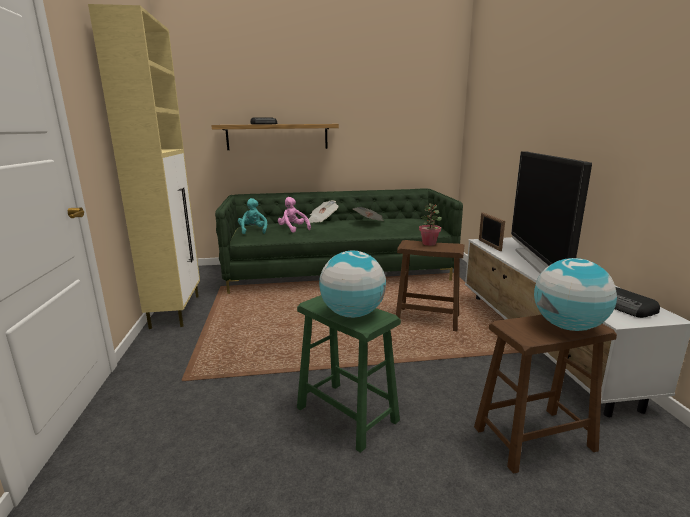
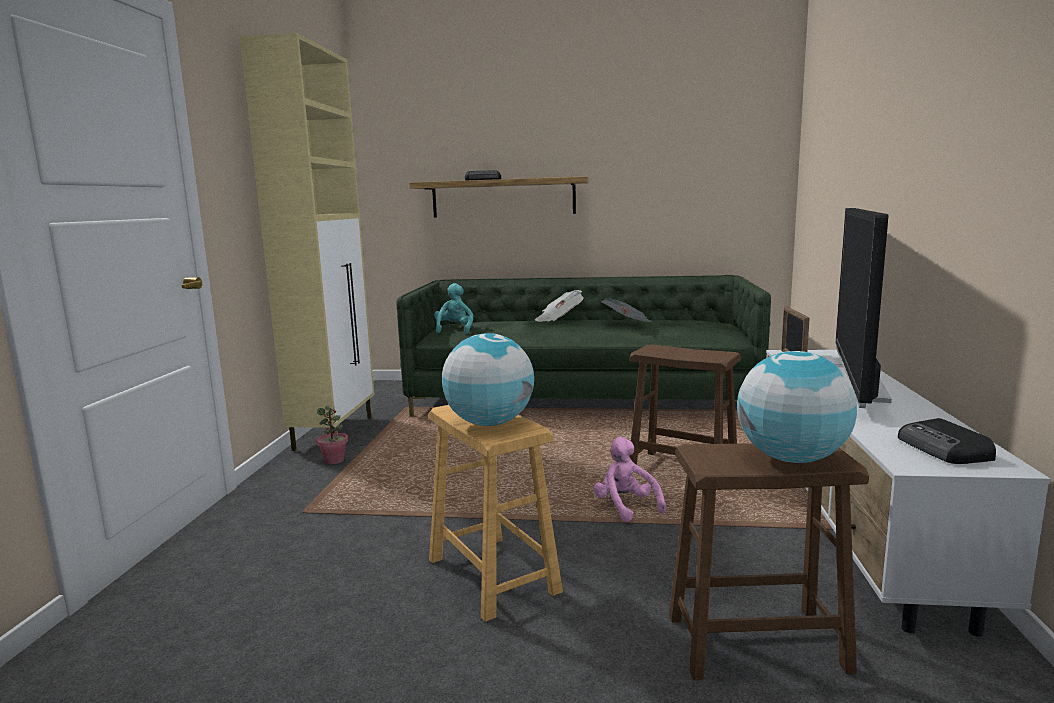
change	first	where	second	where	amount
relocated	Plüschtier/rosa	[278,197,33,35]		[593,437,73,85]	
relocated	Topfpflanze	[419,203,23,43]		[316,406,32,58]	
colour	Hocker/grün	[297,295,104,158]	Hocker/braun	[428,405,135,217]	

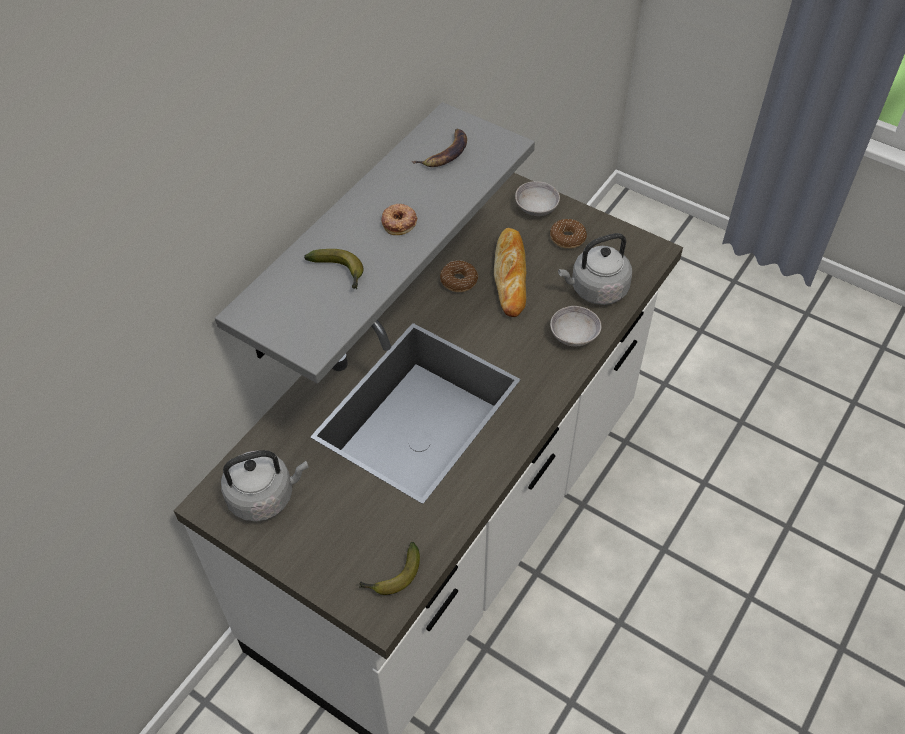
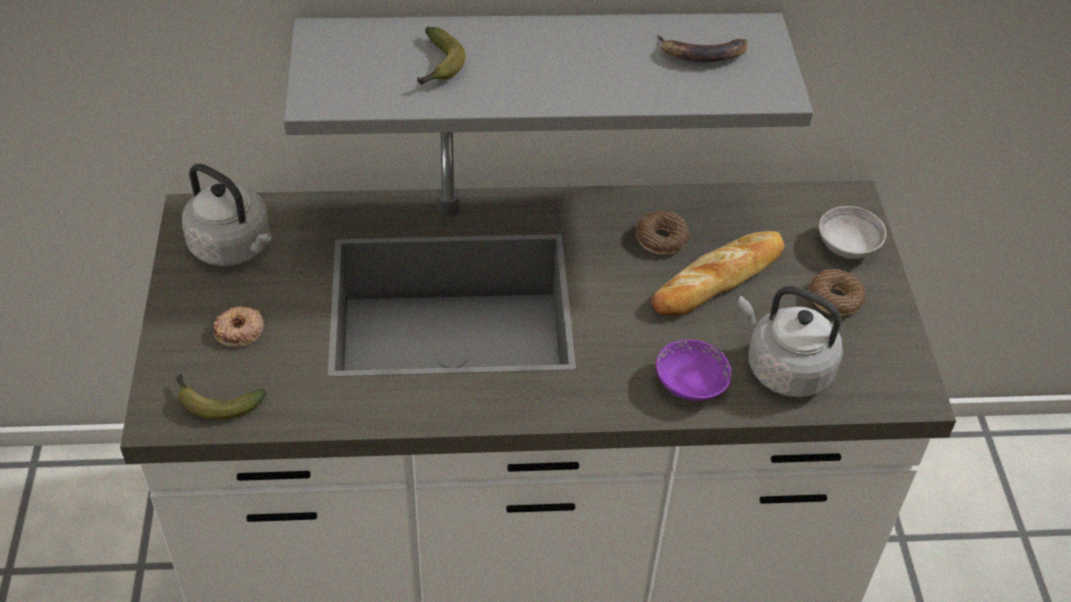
change	first	where	second	where	amount
relocated	Donut	[381,204,36,31]		[213,306,51,41]	
colour	Schüssel/grau	[550,306,52,40]	Schüssel/lila	[656,340,76,61]	

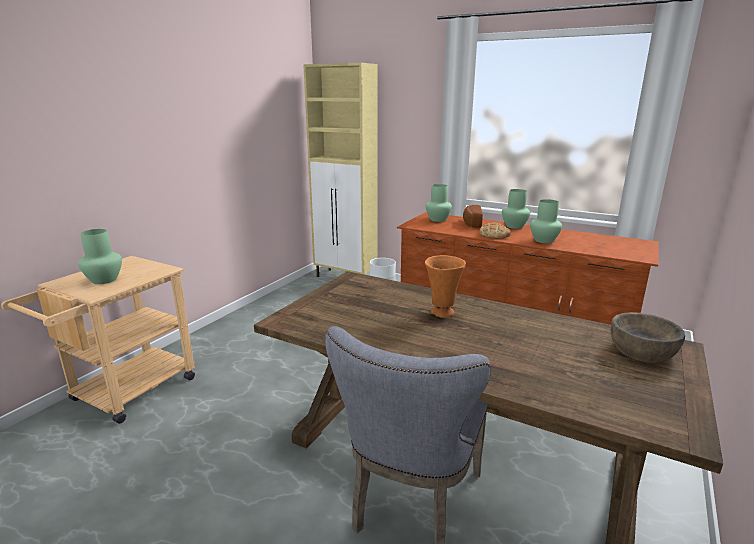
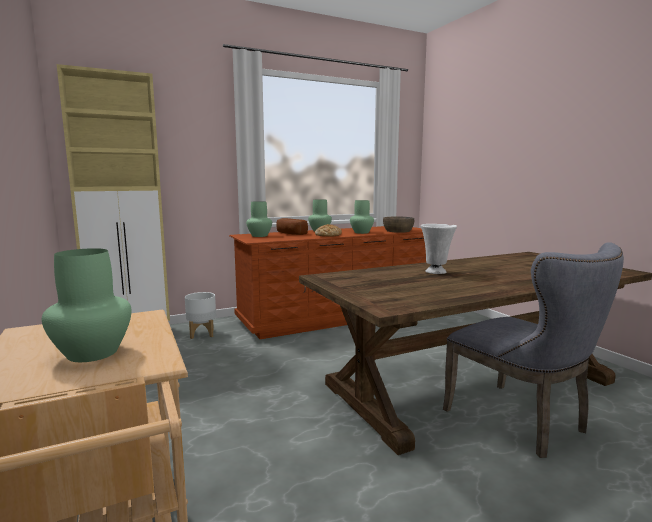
change	first	where	second	where	amount
colour	Vase/orange	[425,255,41,63]	Vase/weiß	[421,224,36,50]	
relocated	Schüssel/braun	[611,312,74,51]		[383,217,31,16]	

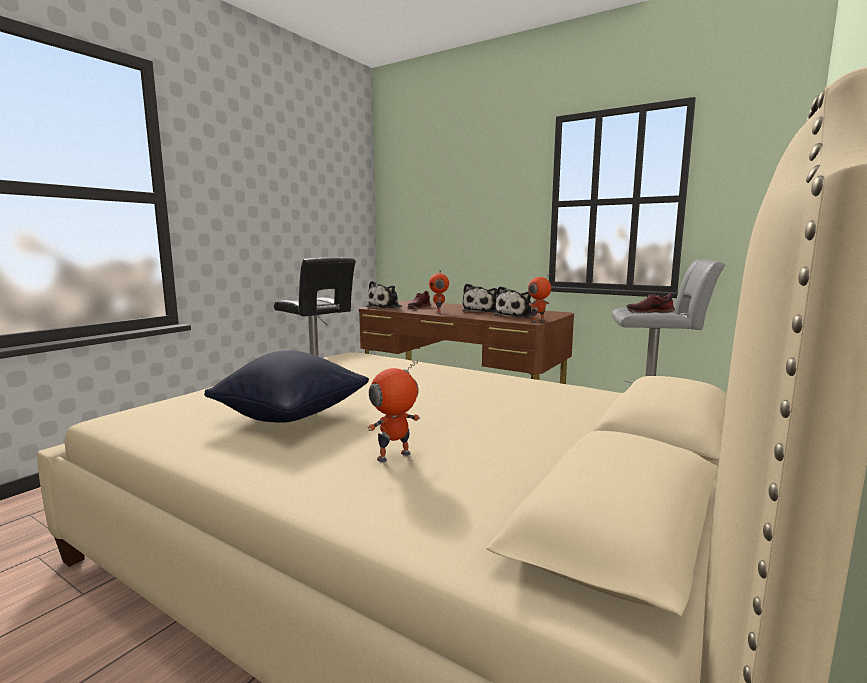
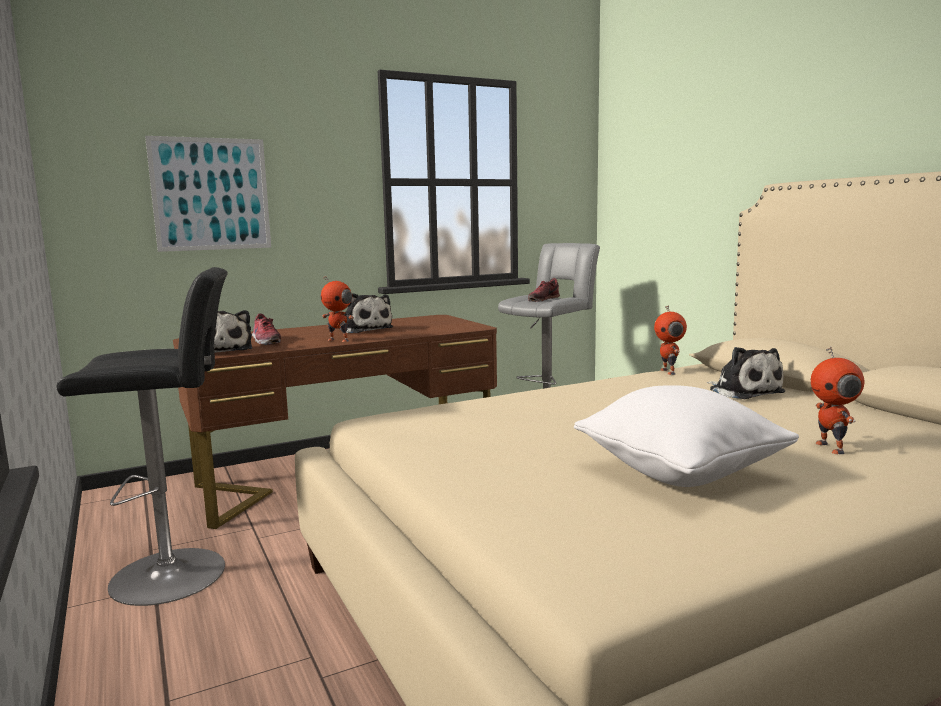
change	first	where	second	where	amount
relocated	Spielzeugroboter	[528,274,23,49]		[654,305,33,70]	
relocated	Plüschtier	[494,286,39,32]		[707,347,78,52]	
colour	Kissen/schwarz	[204,350,165,73]	Kissen/weiß	[574,385,225,102]	
appeared			Bild	[145,136,126,116]	

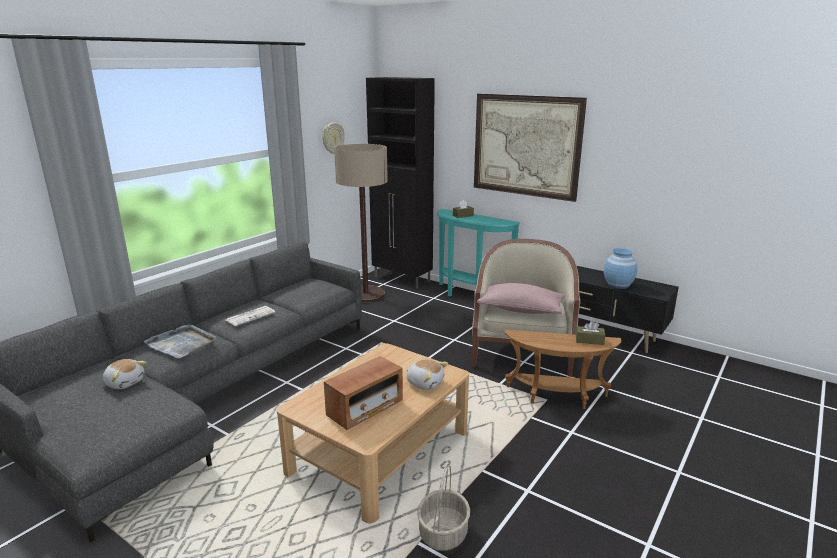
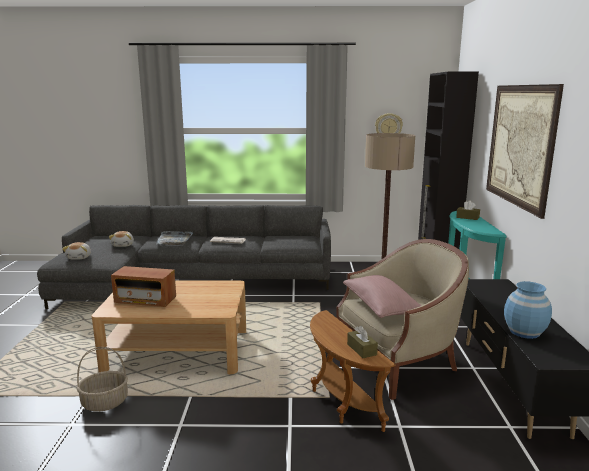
change	first	where	second	where	amount
relocated	Plüschtier	[406,359,42,31]		[62,242,29,17]	

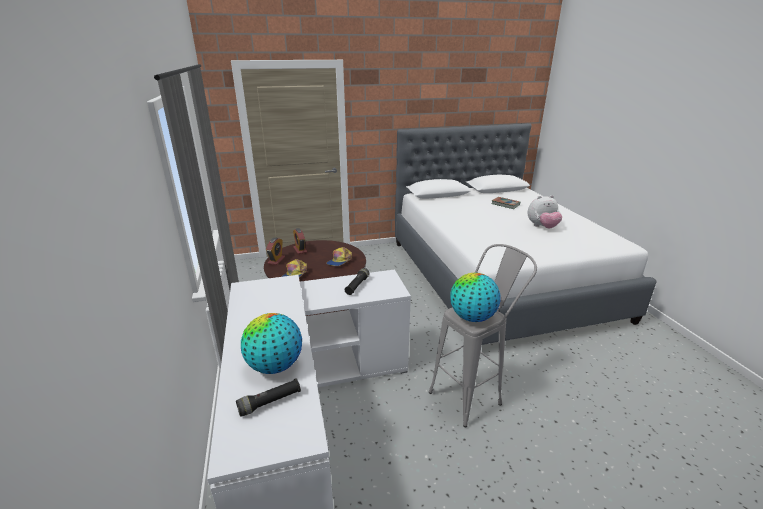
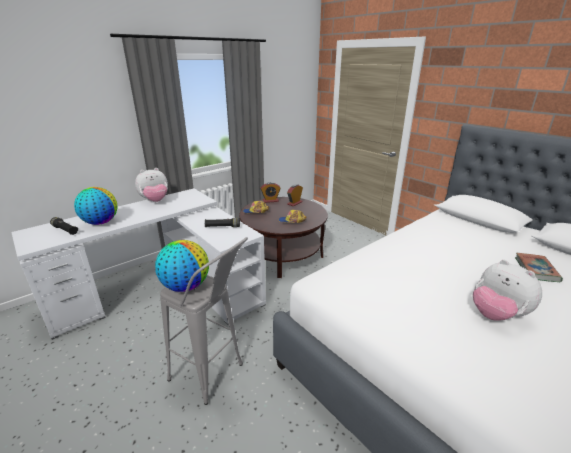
change	first	where	second	where	amount
appeared			Plüschtier	[135,168,33,34]	

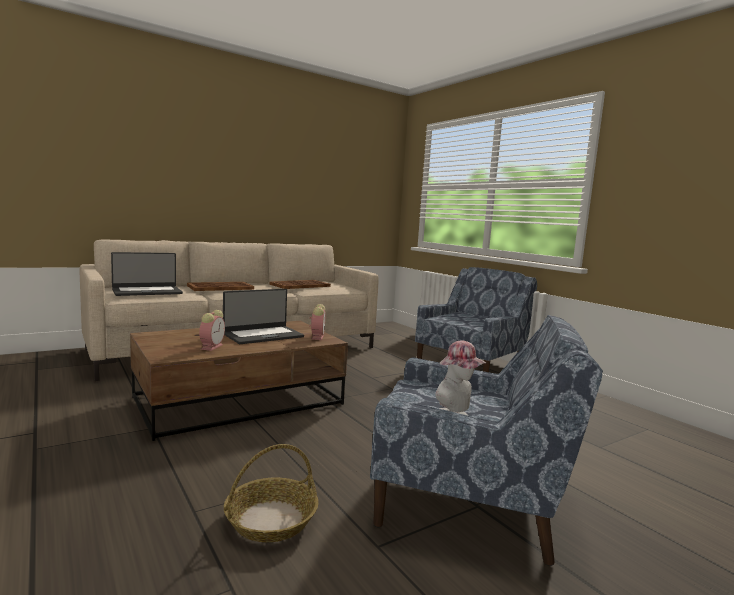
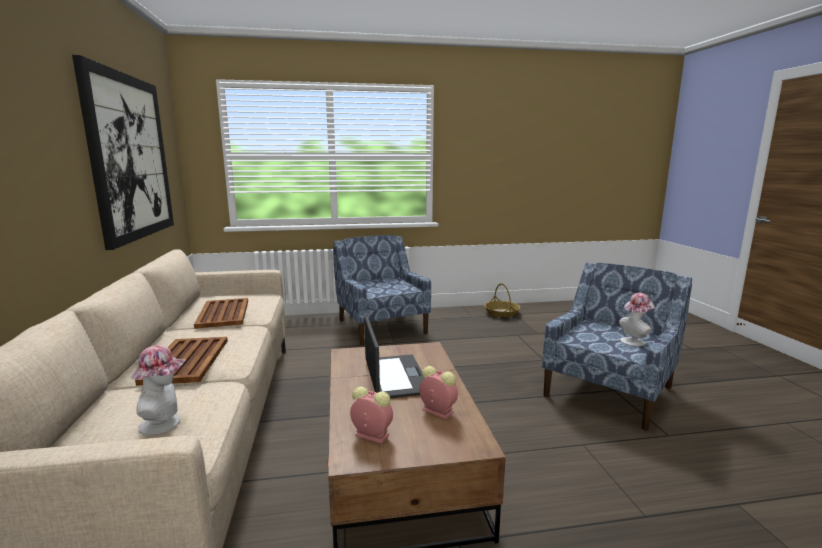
change	first	where	second	where	amount
exchanged	Laptop	[111,252,72,44]	Hut	[131,345,54,90]	
relocated	Wecker	[309,304,16,36]		[350,386,43,58]	
relocated	Korb	[224,444,95,98]		[484,283,36,34]	
appeared			Bild	[72,55,102,195]	

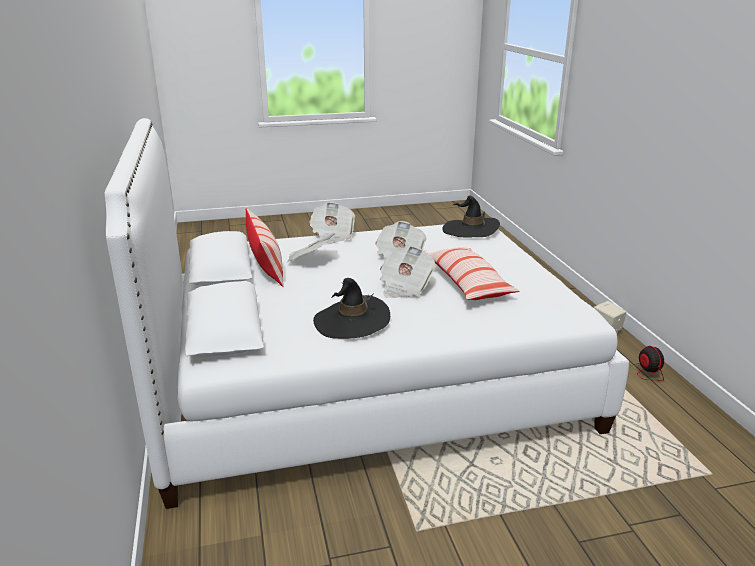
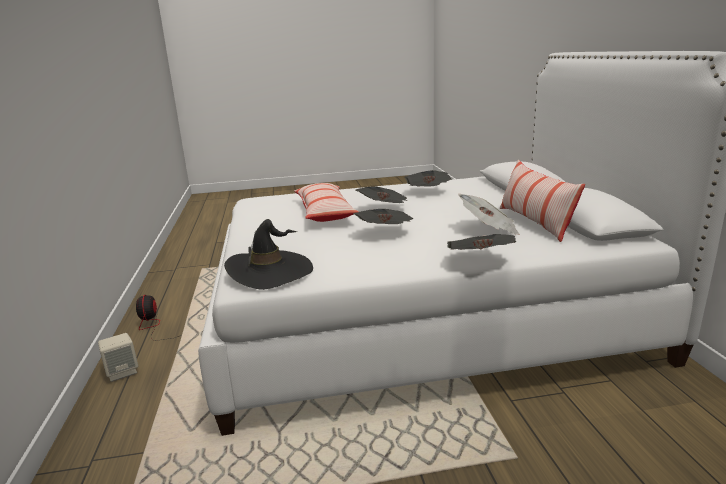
change	first	where	second	where	amount
exchanged	Hut/schwarz	[313,278,77,61]	Zeitung	[404,170,47,17]	

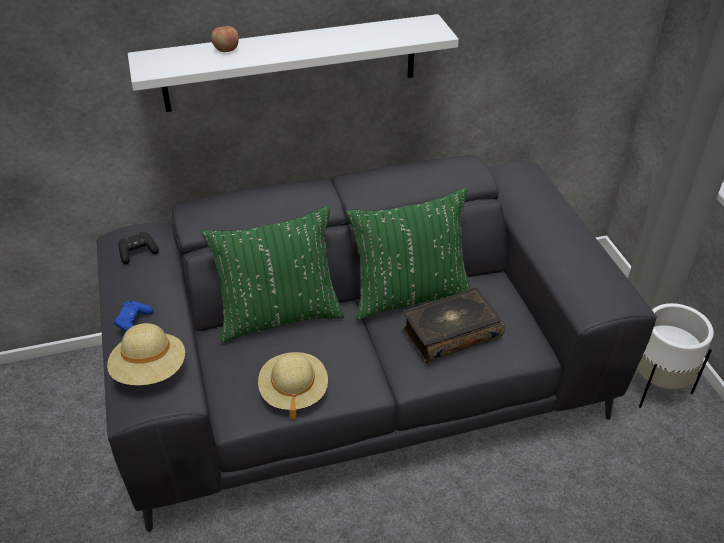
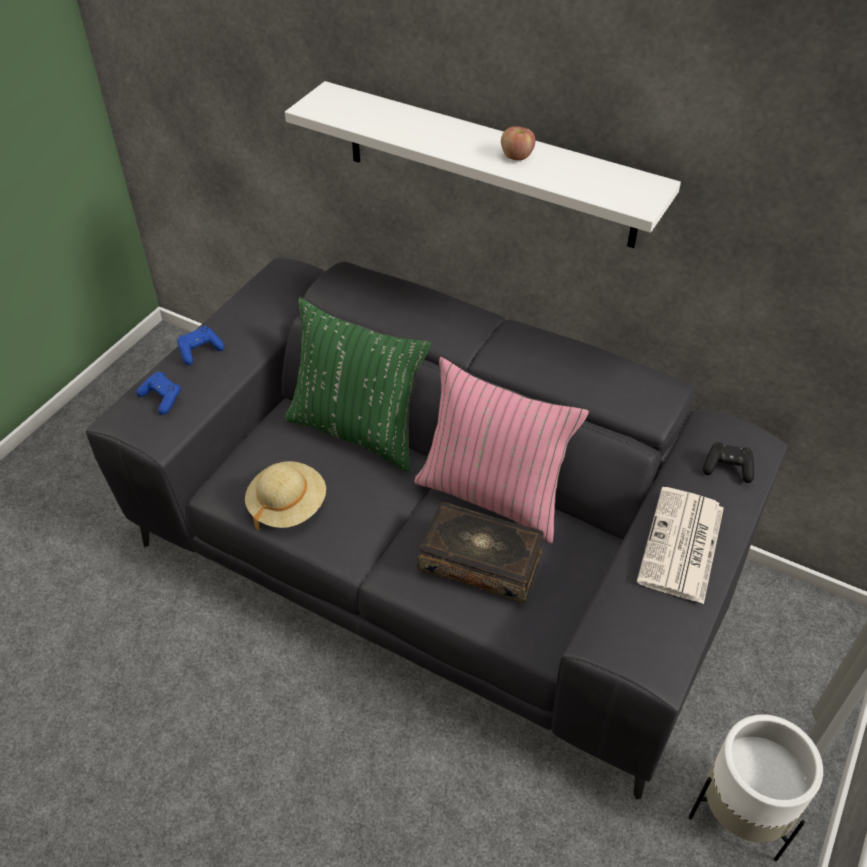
change	first	where	second	where	amount
relocated	Apfel	[211,26,28,26]		[501,126,34,34]	
colour	Kissen/grün	[346,188,125,132]	Kissen/rosa	[414,357,175,186]	
relocated	Gamepad/schwarz	[118,232,41,32]		[703,442,51,41]	
exchanged	Hut/beige	[107,323,78,62]	Gamepad/blau	[136,372,45,43]	
appeared			Zeitung	[637,487,87,117]	

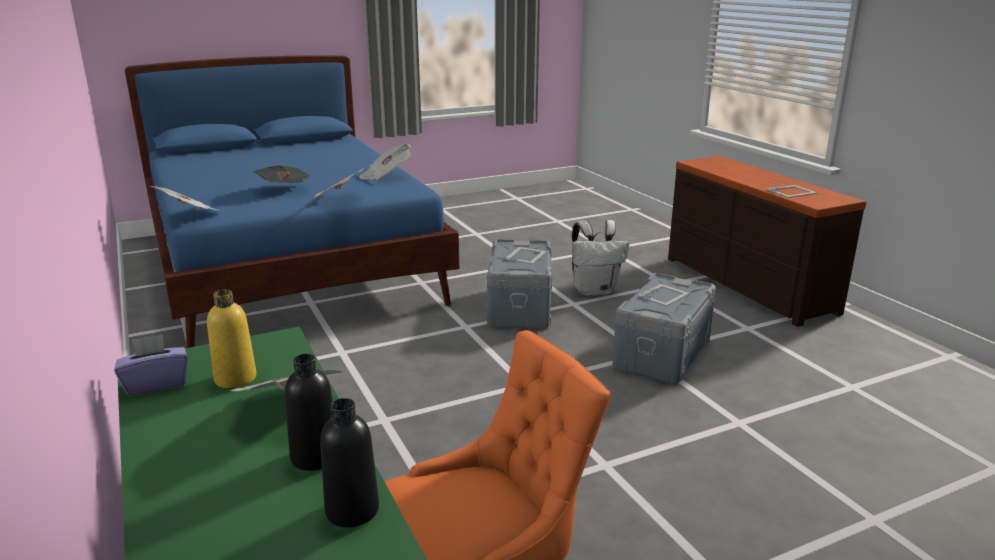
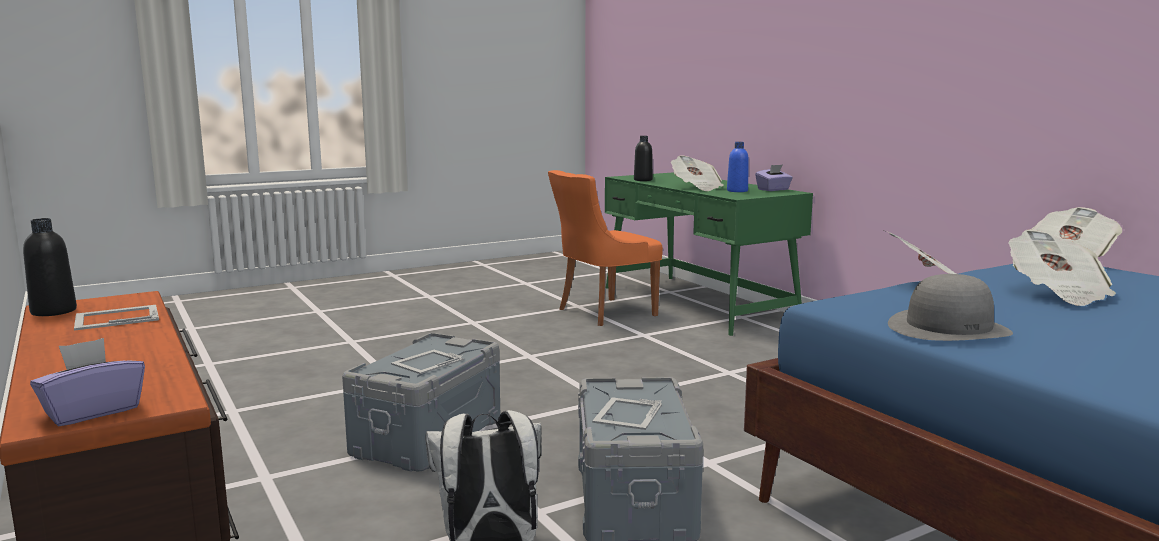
change	first	where	second	where	amount
exchanged	Zeitung	[359,144,52,36]	Hut/grau	[888,274,125,67]	
colour	Flasche/gelb	[207,289,49,99]	Flasche/blau	[727,142,22,50]	
relocated	Flasche/schwarz	[285,354,48,117]		[23,218,54,98]	
appeared			Taschentuchbox/lila	[30,338,115,89]	

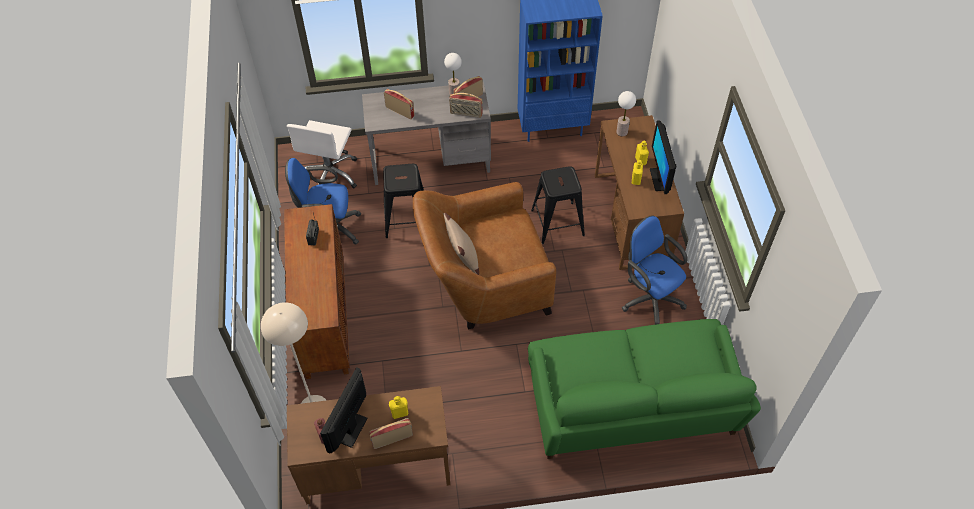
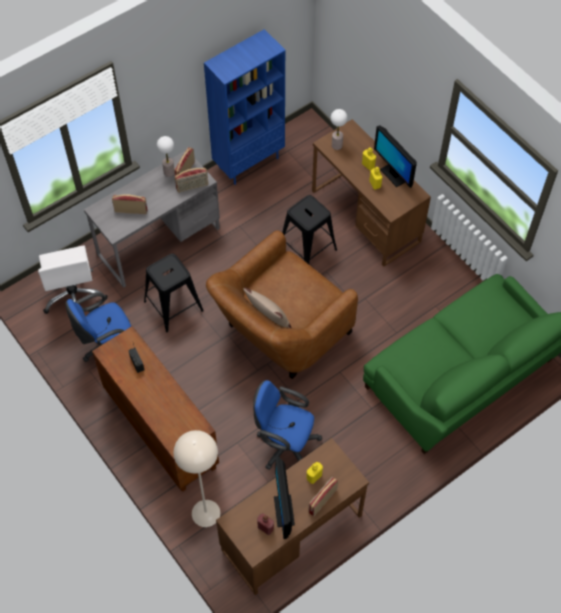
change	first	where	second	where	amount
relocated	Bürostuhl/blau	[622,215,65,110]		[253,380,69,90]	

